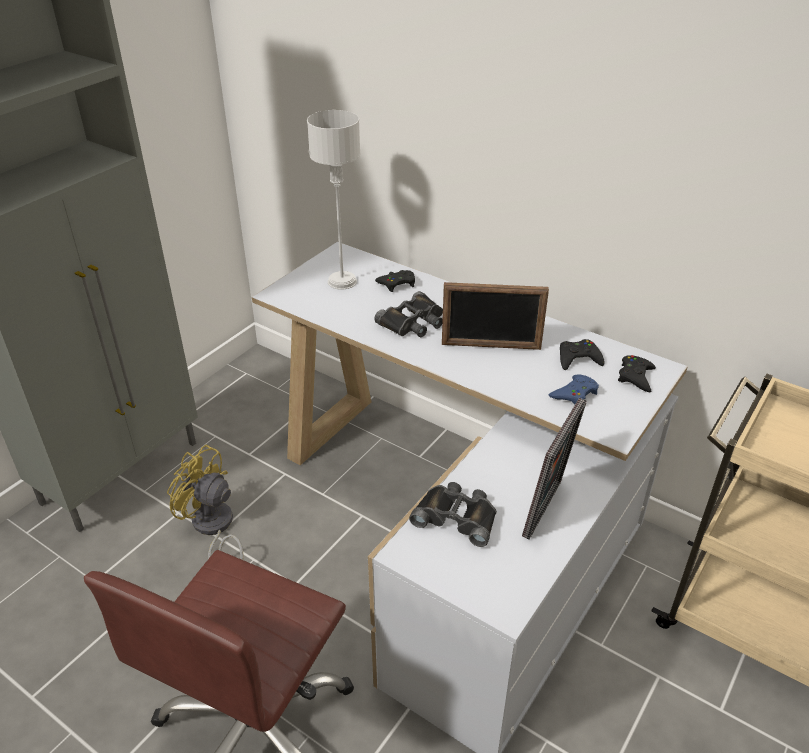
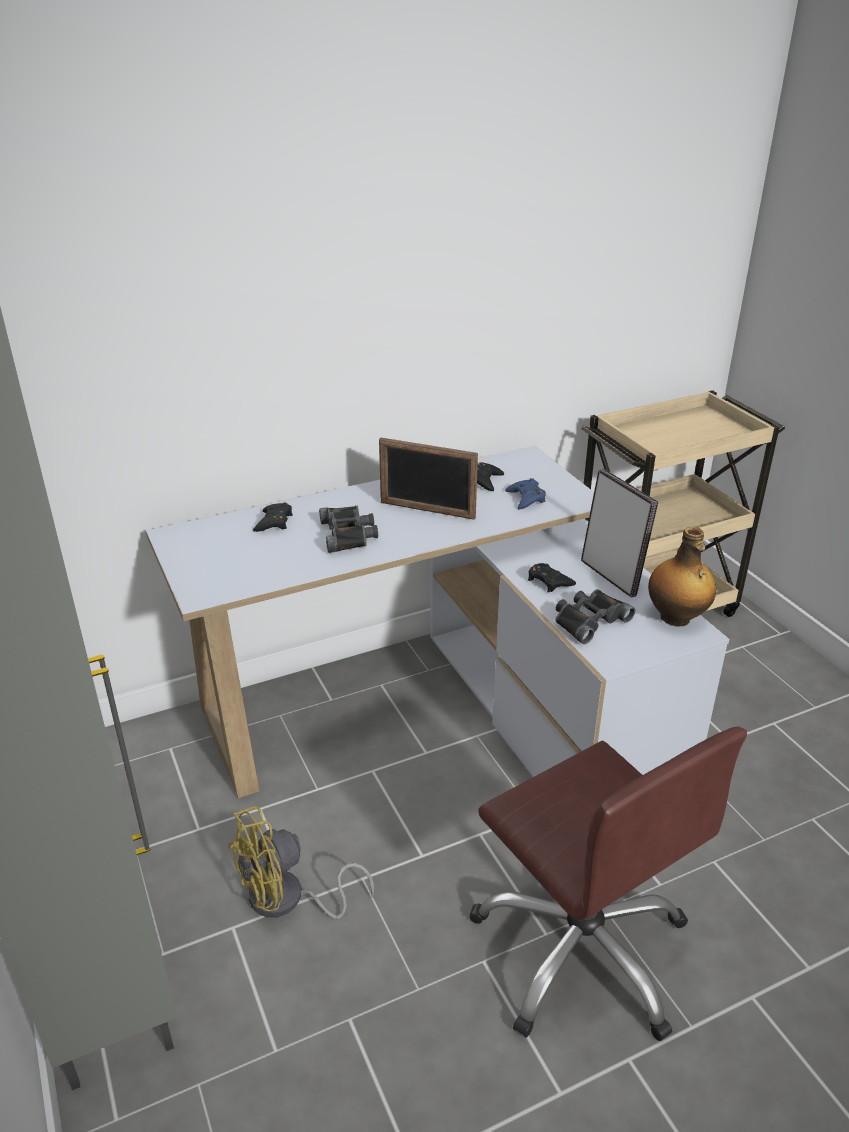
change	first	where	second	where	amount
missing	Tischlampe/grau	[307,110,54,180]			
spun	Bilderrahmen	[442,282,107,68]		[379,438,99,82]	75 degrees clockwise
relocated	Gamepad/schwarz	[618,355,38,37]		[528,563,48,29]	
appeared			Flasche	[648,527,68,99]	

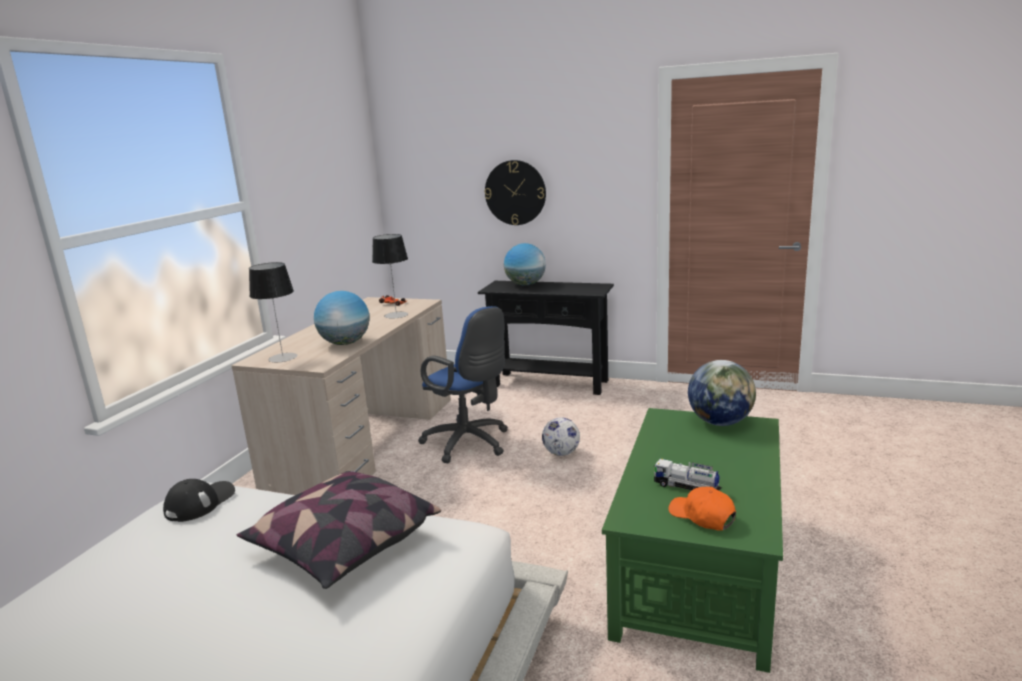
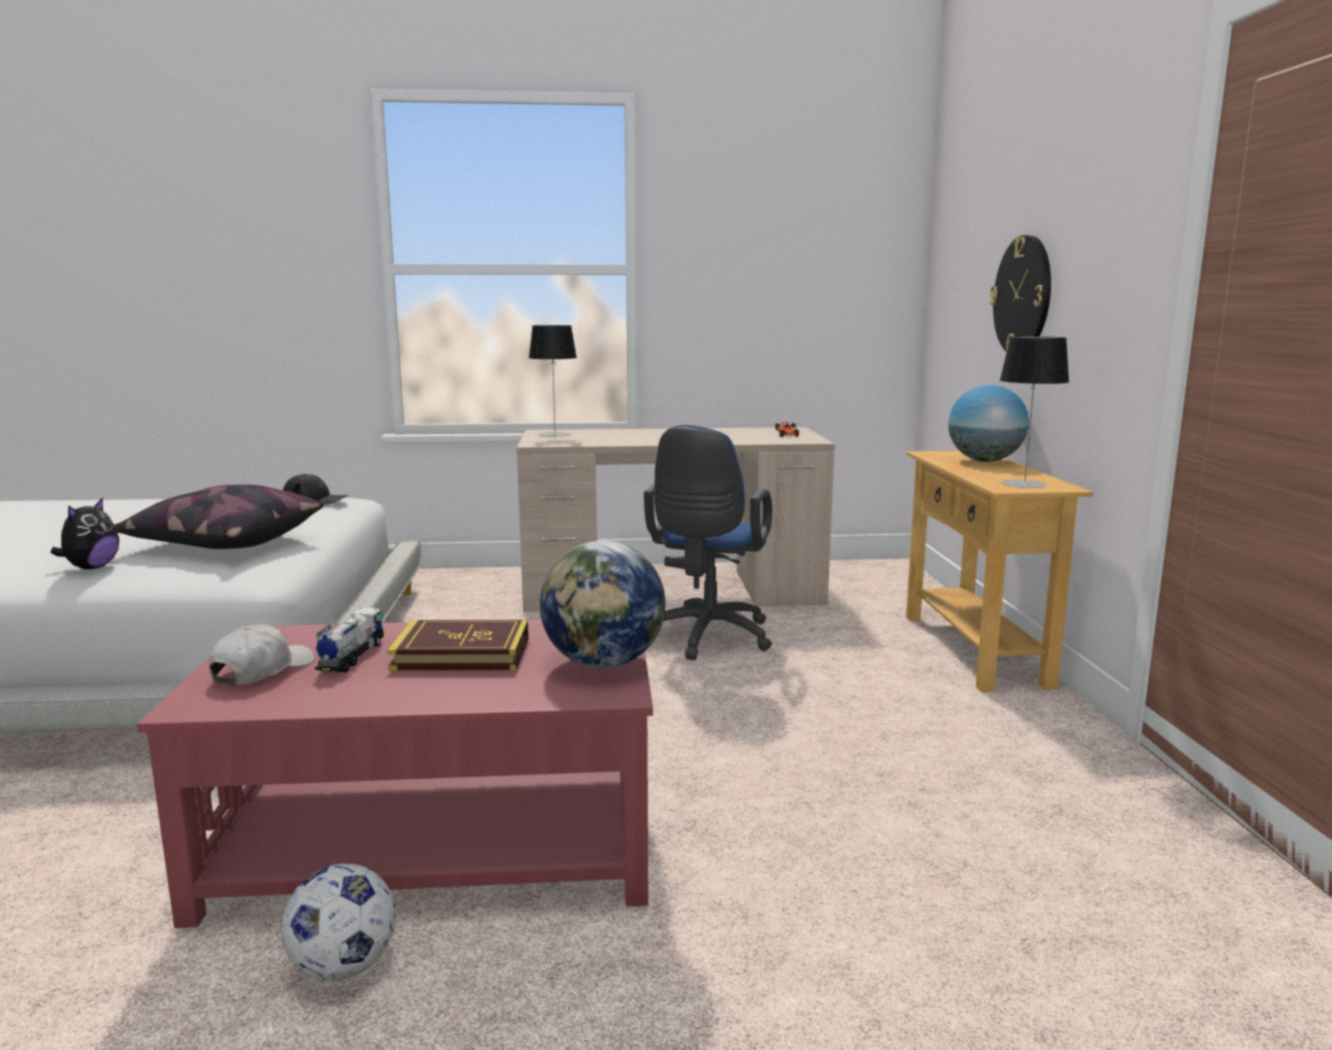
change	first	where	second	where	amount
relocated	Tischlampe	[372,234,36,84]		[1000,336,69,152]	
colour	Konsolentisch/schwarz	[478,281,136,114]	Konsolentisch/beige	[906,451,188,241]	
missing	Globus	[314,291,55,54]			
colour	Couchtisch/grün	[602,408,181,265]	Couchtisch/rot	[137,619,516,309]	
relocated	Fußball	[542,417,38,39]		[281,864,115,117]	
colour	Kappe/orange	[668,487,68,44]	Kappe/weiß	[209,624,105,61]	
appeared			Plüschtier	[51,497,68,72]	
appeared			Buch	[387,620,142,51]	

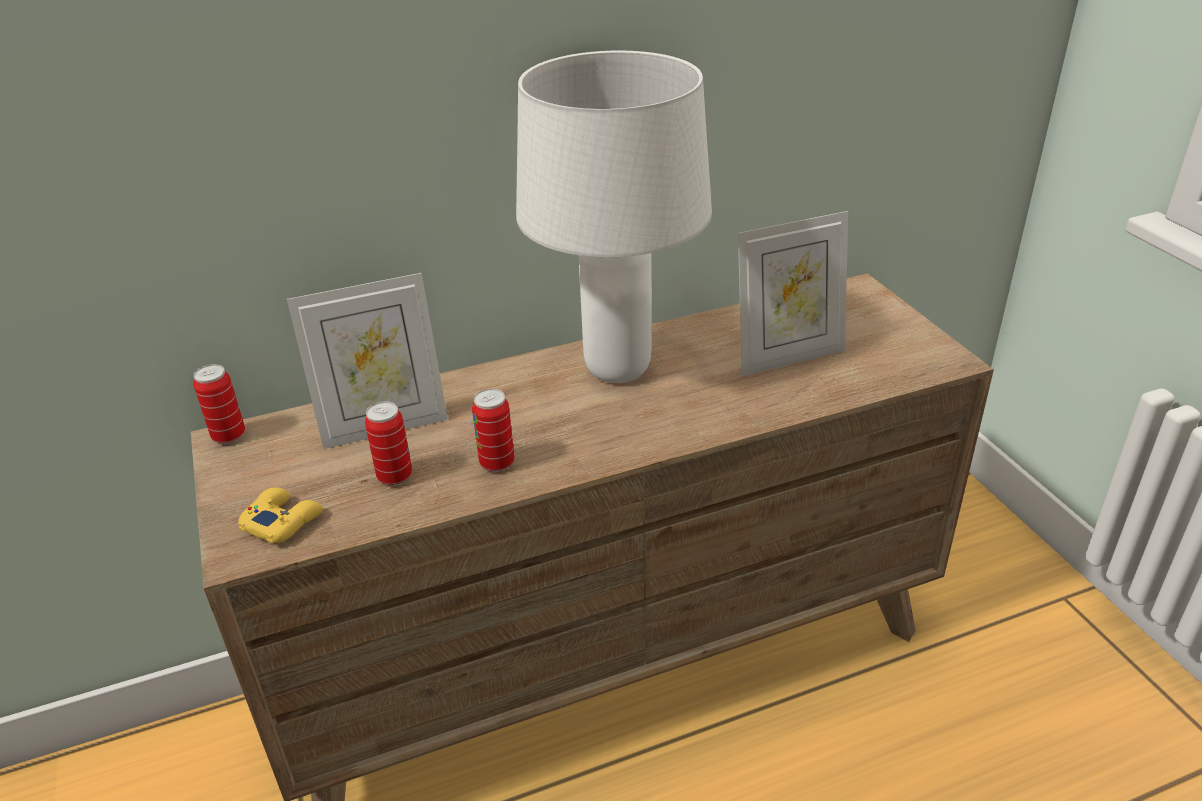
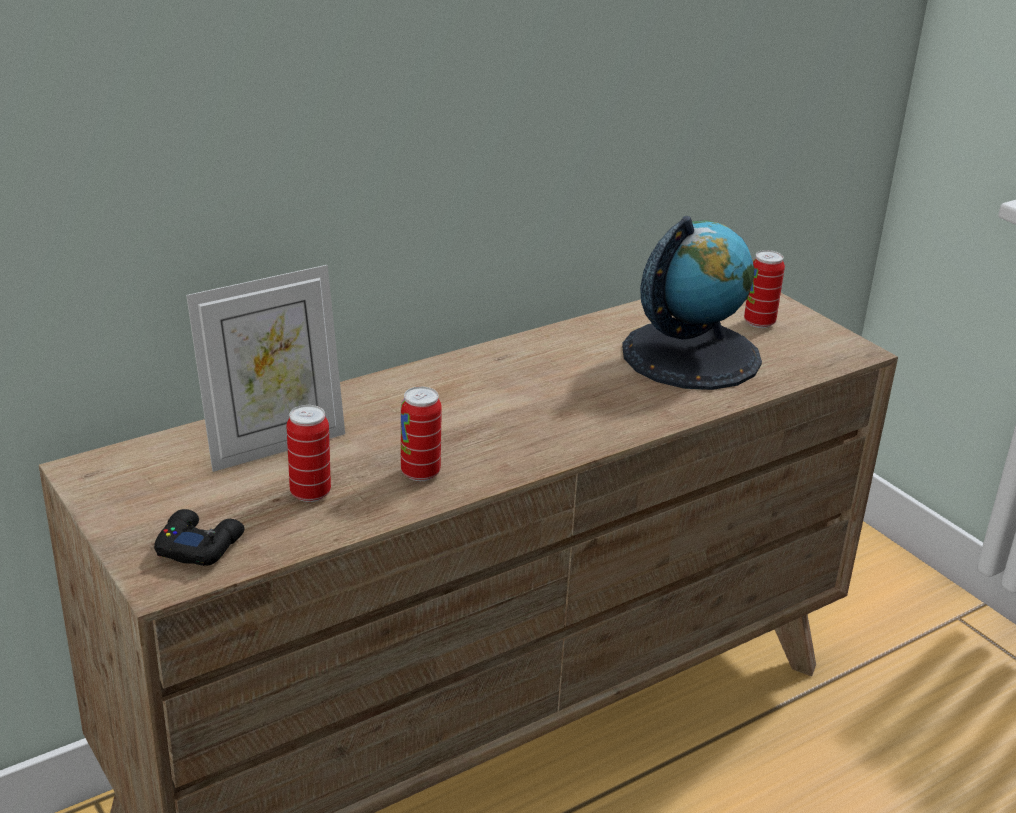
change	first	where	second	where	amount
missing	Tischlampe/weiß	[516,51,196,332]			
exchanged	Bilderrahmen	[738,211,110,165]	Globus	[622,216,140,174]	
relocated	Dose	[193,364,52,80]		[744,250,41,78]	
colour	Gamepad/gelb	[238,487,85,57]	Gamepad/schwarz	[154,509,90,57]	

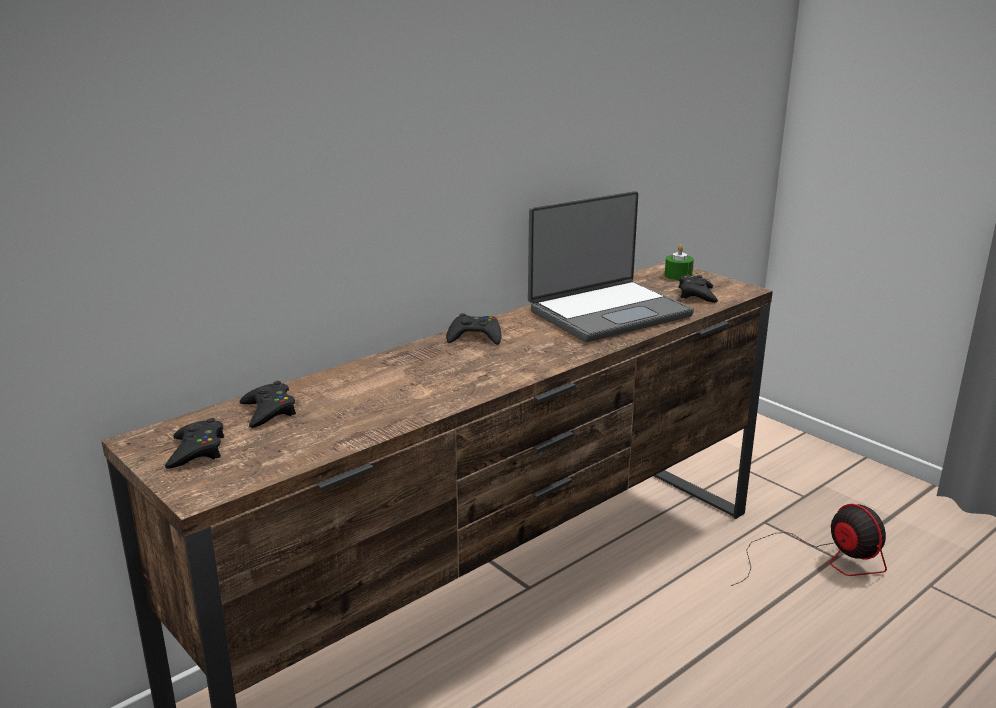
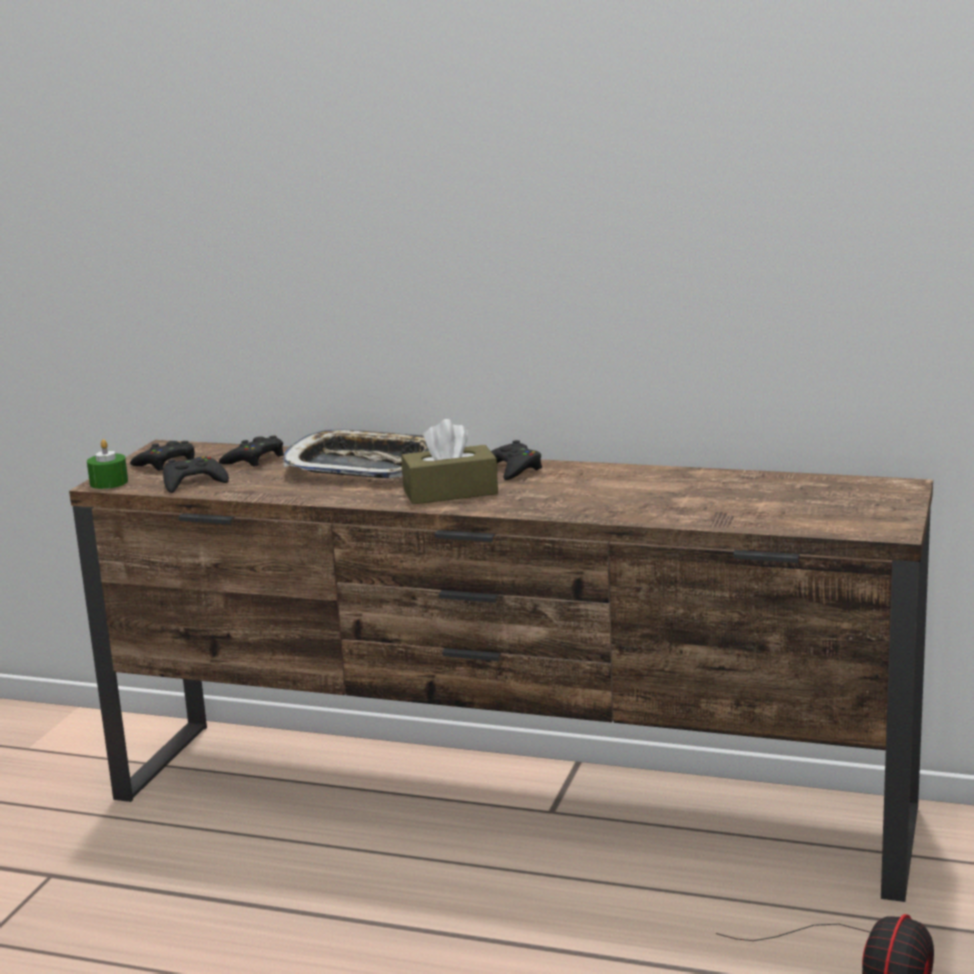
change	first	where	second	where	amount
missing	Laptop	[528,191,166,151]			
relocated	Kerze/grün	[665,244,29,36]		[87,439,41,50]	
relocated	Gamepad/schwarz	[678,275,40,28]		[163,456,66,37]	
appeared			Taschentuchbox/braun	[401,419,97,85]	
appeared			Tablett	[283,429,146,49]	

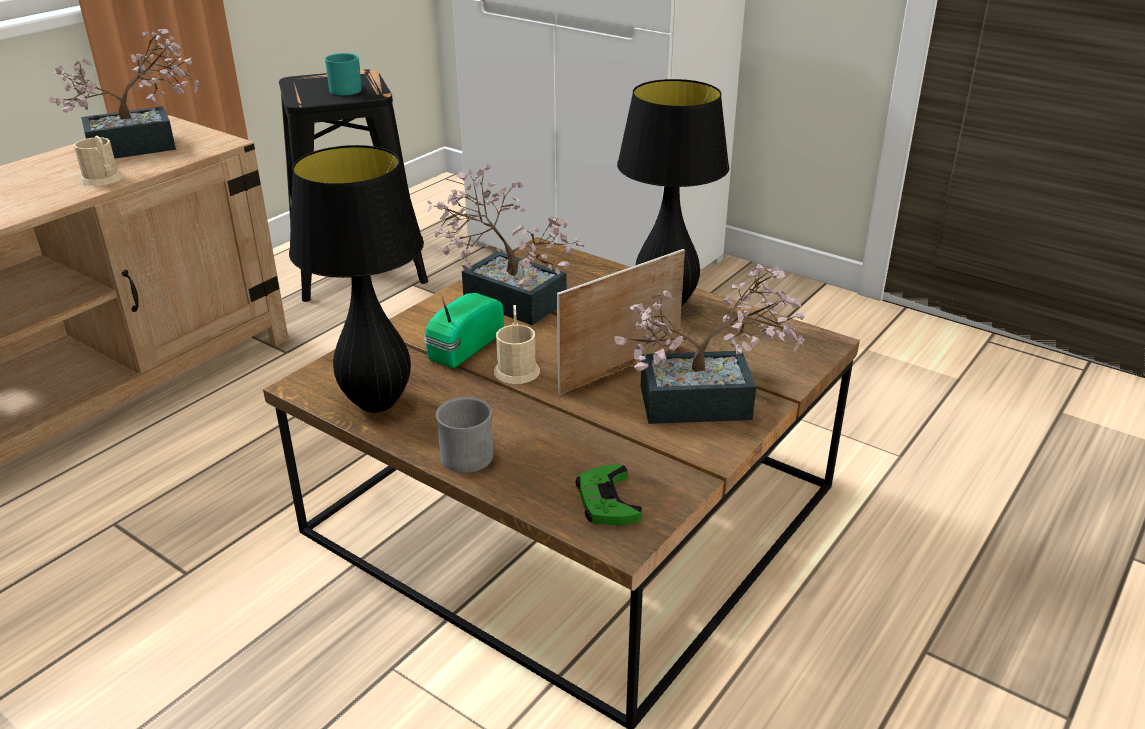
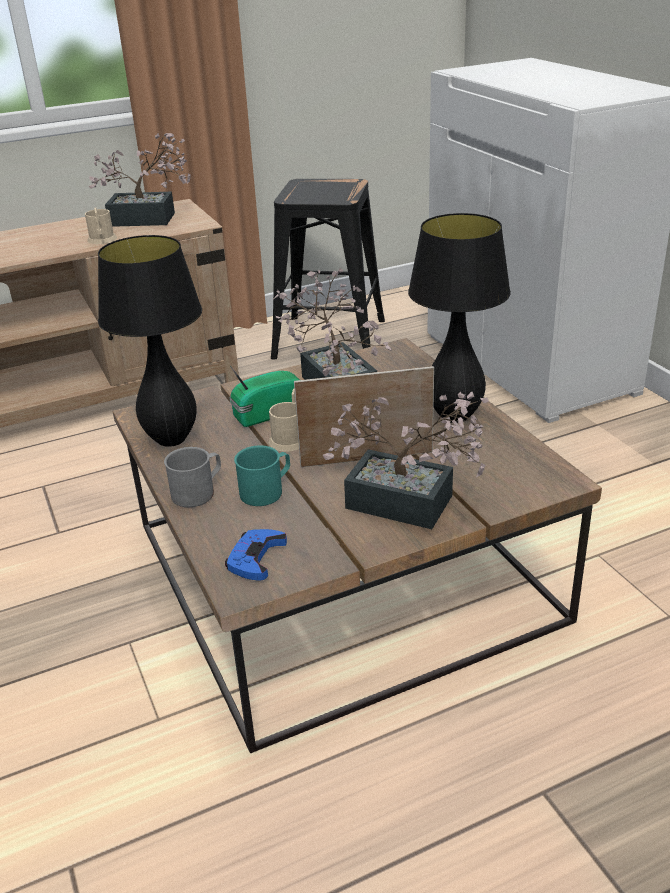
change	first	where	second	where	amount
relocated	Henkelbecher/türkis	[324,53,38,43]		[234,445,56,61]	
colour	Gamepad/grün	[576,464,66,61]	Gamepad/blau	[225,529,62,51]	

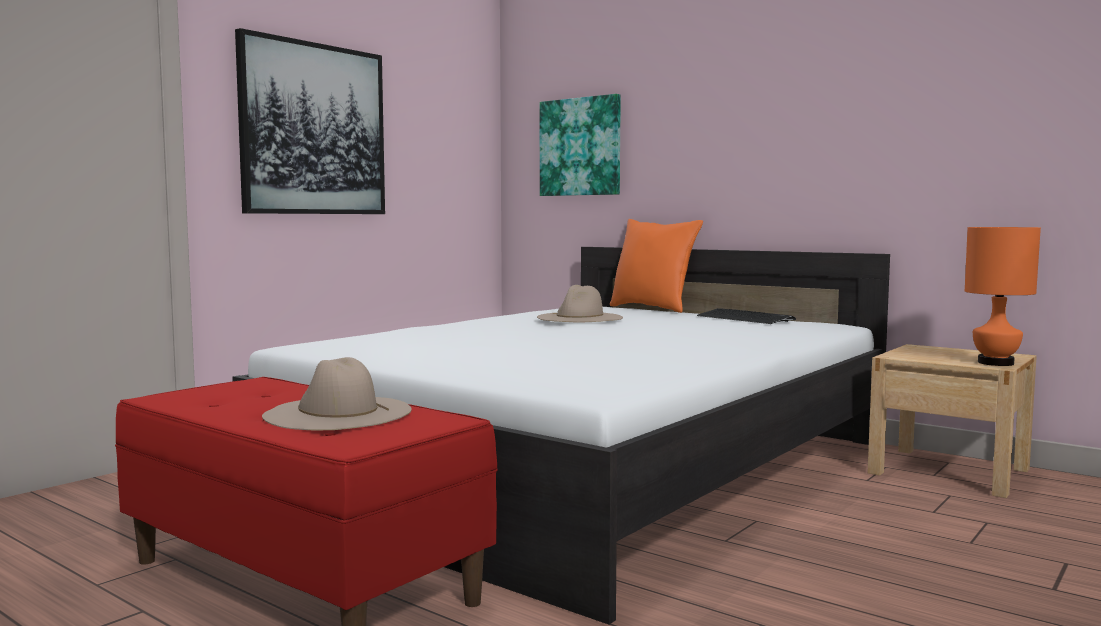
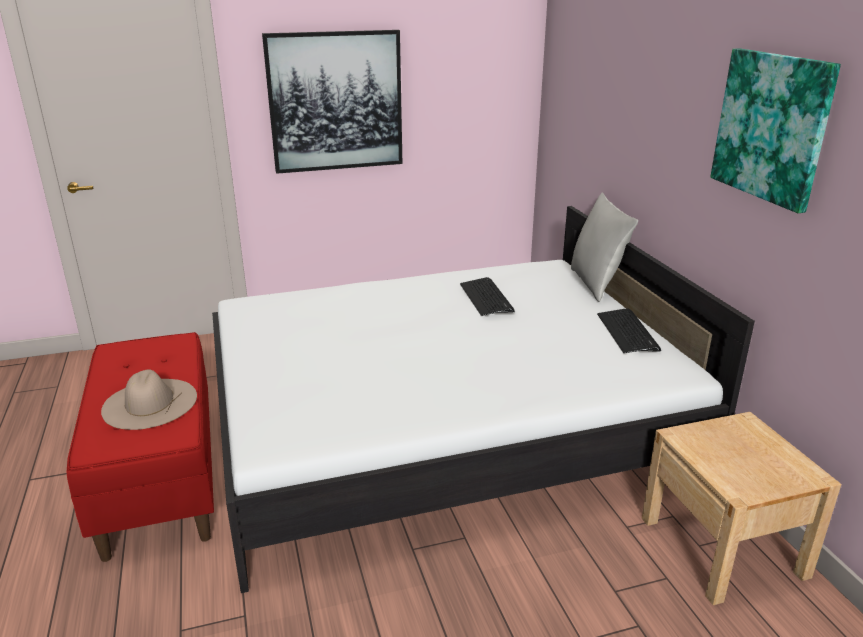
change	first	where	second	where	amount
relocated	Bild	[540,94,81,102]		[710,48,131,165]	
colour	Kissen/orange	[610,219,93,94]	Kissen/grau	[571,192,67,110]	
missing	Tischlampe/orange	[965,227,76,139]			
exchanged	Hut/beige	[537,285,86,38]	Tastatur	[460,277,55,39]	

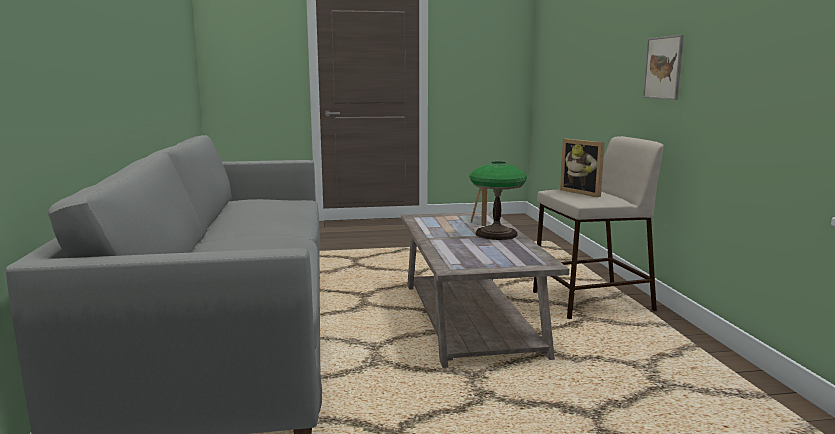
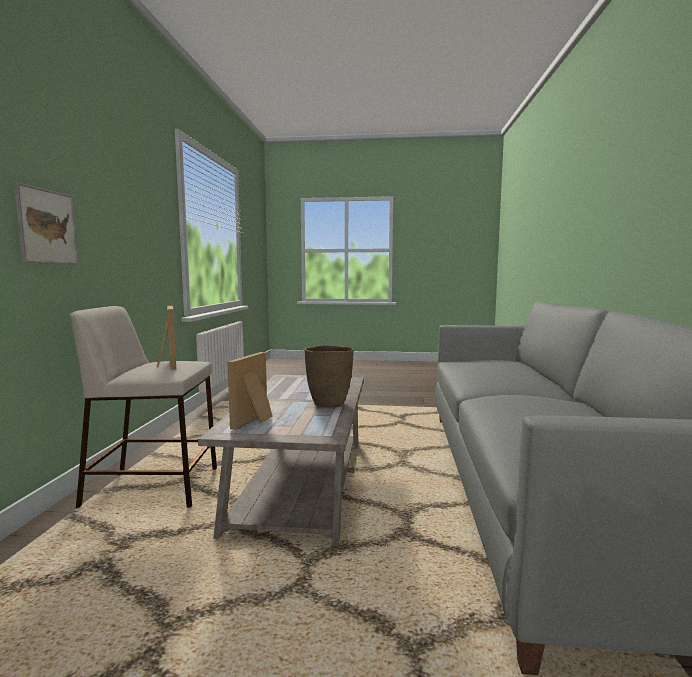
change	first	where	second	where	amount
missing	Tischlampe	[469,162,58,78]			
appeared			Vase/braun	[305,345,49,62]	

